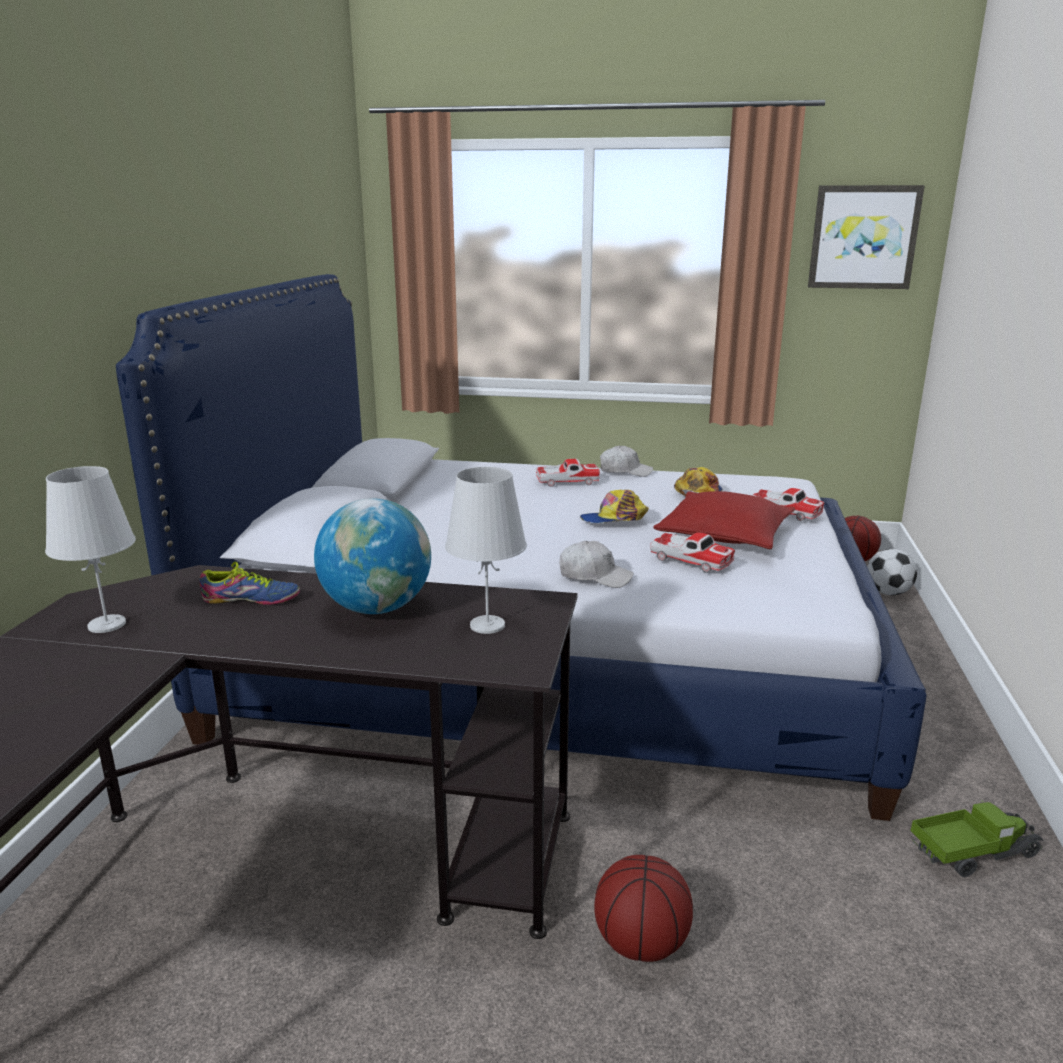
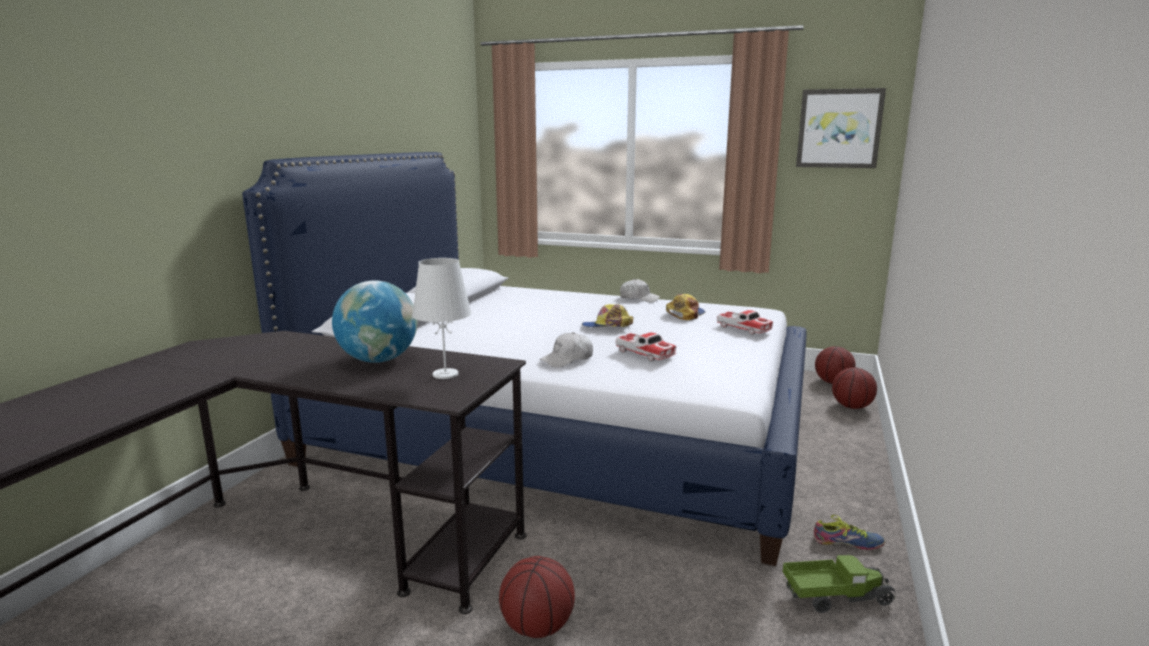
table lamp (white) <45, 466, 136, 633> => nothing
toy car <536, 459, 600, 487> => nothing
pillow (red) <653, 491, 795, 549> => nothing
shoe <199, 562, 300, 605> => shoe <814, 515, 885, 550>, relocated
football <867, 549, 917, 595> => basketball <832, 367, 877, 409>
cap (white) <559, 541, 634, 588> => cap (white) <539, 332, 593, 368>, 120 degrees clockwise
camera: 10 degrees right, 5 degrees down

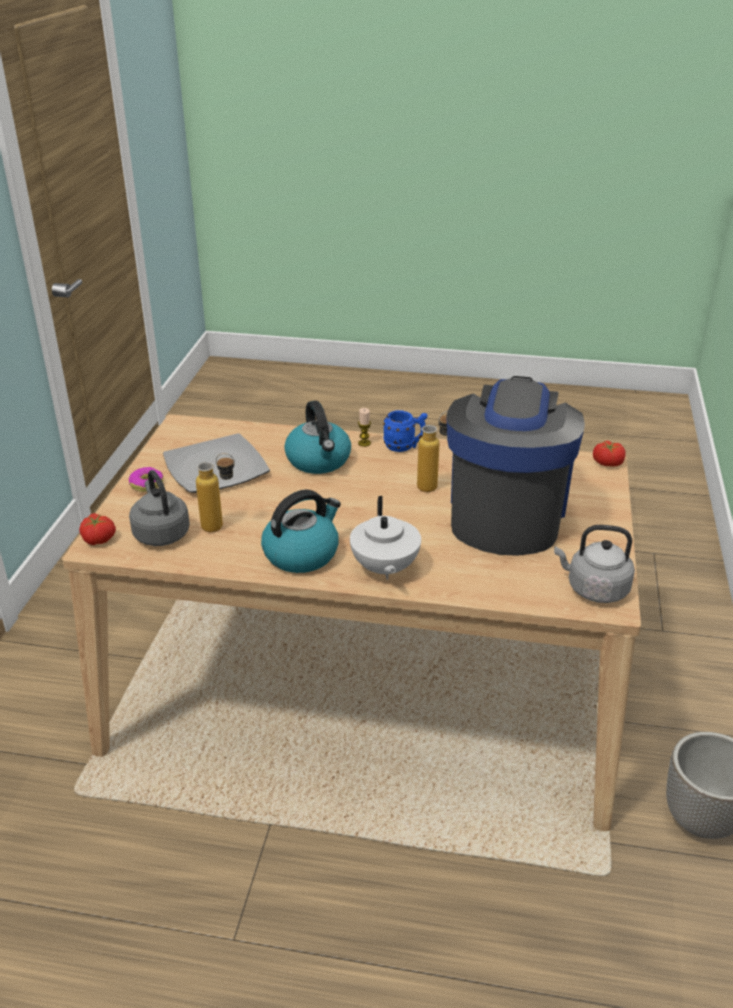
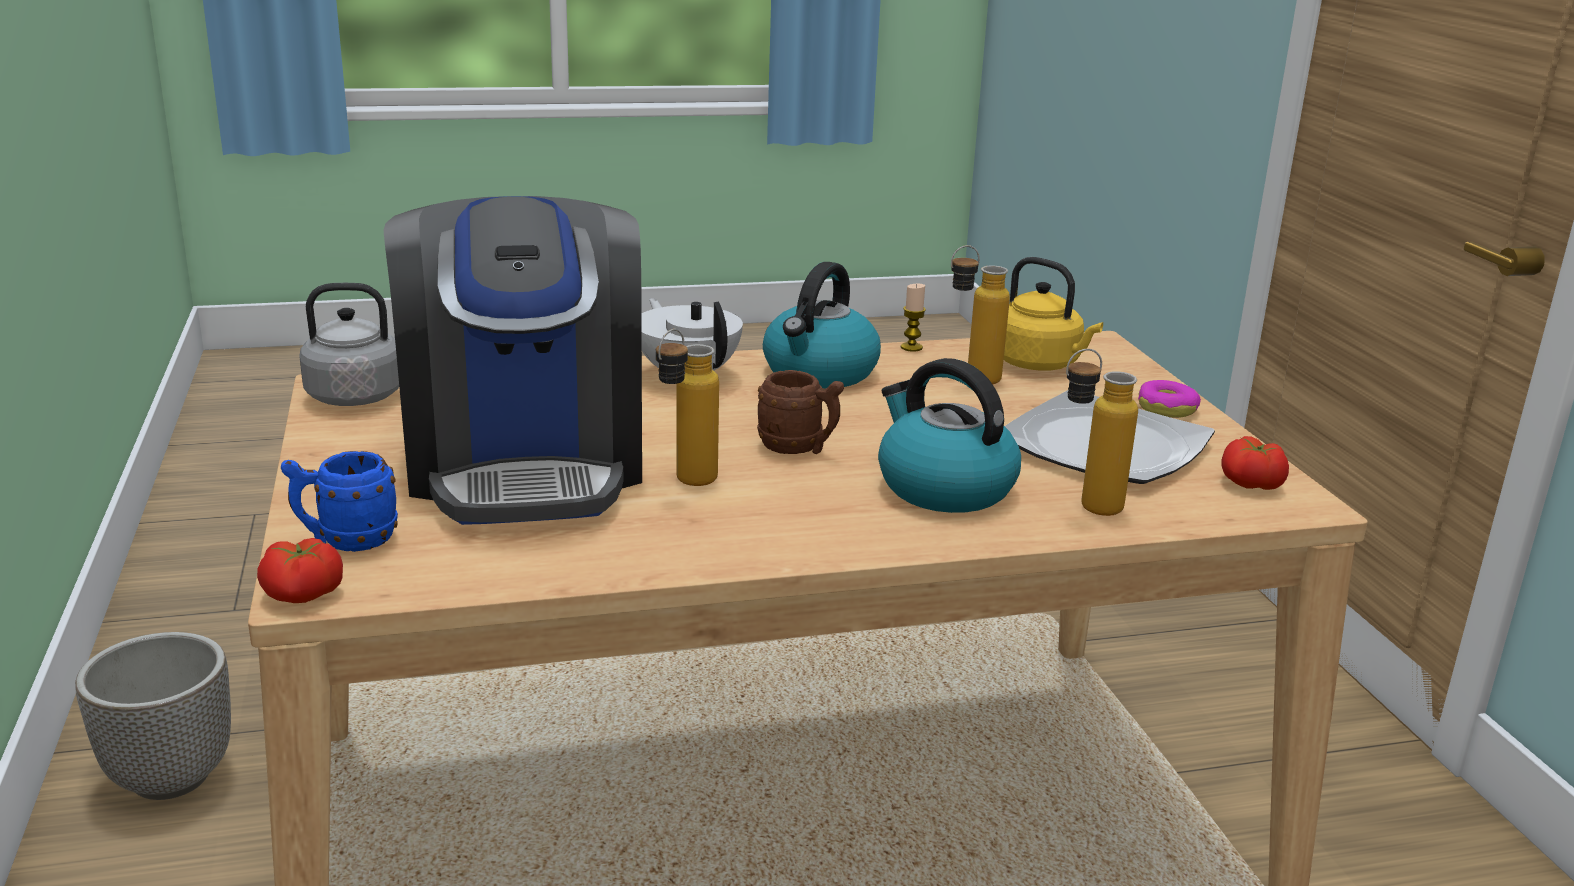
nothing => mug (brown) <757, 370, 844, 454>
nothing => bottle <1066, 349, 1138, 516>
tomato <79, 513, 116, 545> => tomato <1222, 436, 1289, 490>, relocated
candle <358, 408, 371, 447> => candle <901, 284, 926, 352>, relocated
mug (blue) <383, 410, 428, 452> => mug (blue) <281, 451, 398, 552>, relocated
kettle (grey) <129, 470, 190, 546> => kettle (yellow) <1004, 257, 1103, 371>
camera: 155 degrees right, 10 degrees down

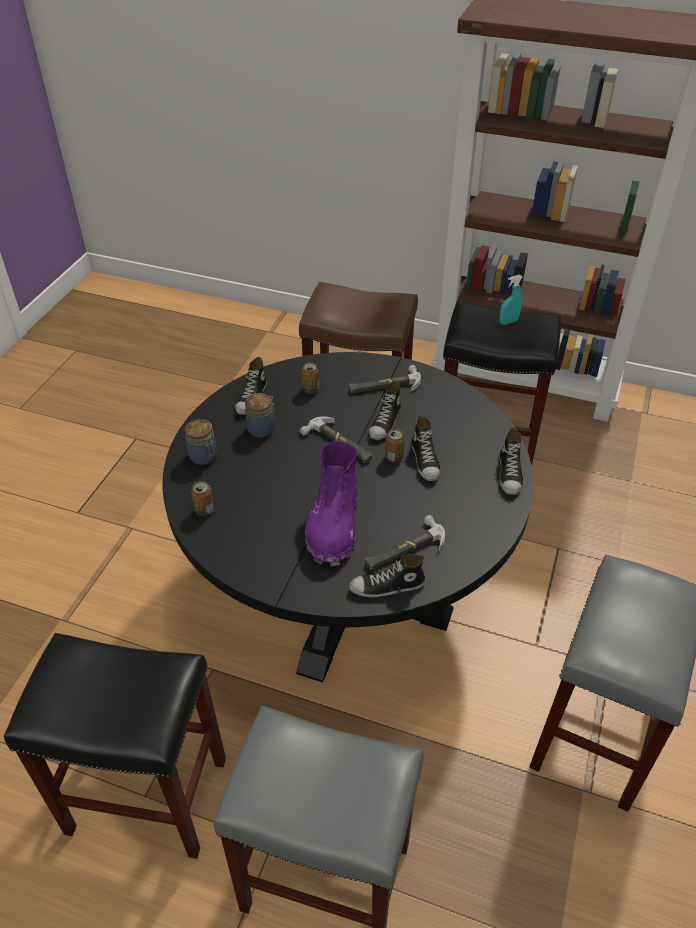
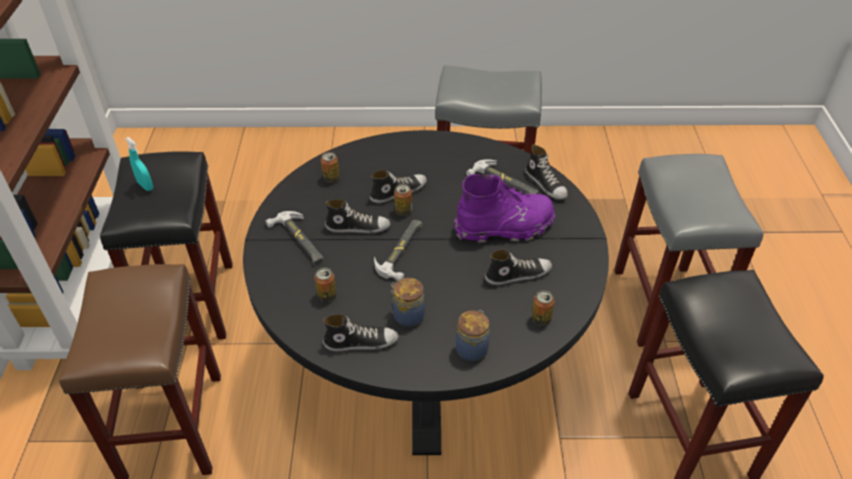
nothing => can <321, 152, 340, 183>
shoe <499, 427, 523, 495> => shoe <485, 250, 552, 285>, relocated
camera: 110 degrees left, 0 degrees up

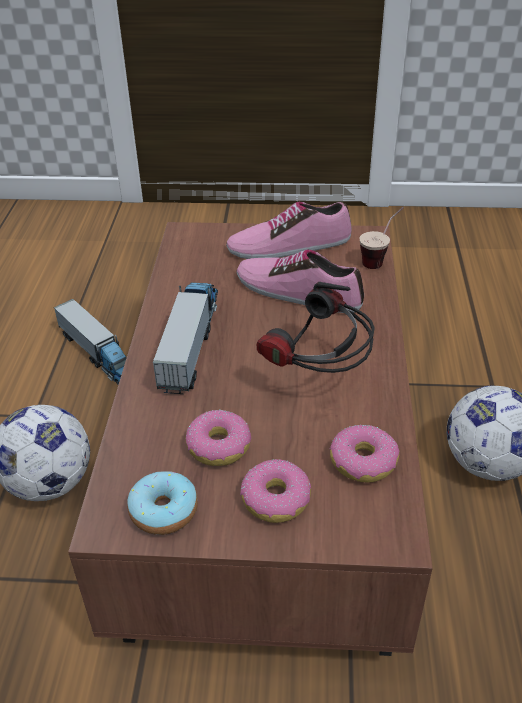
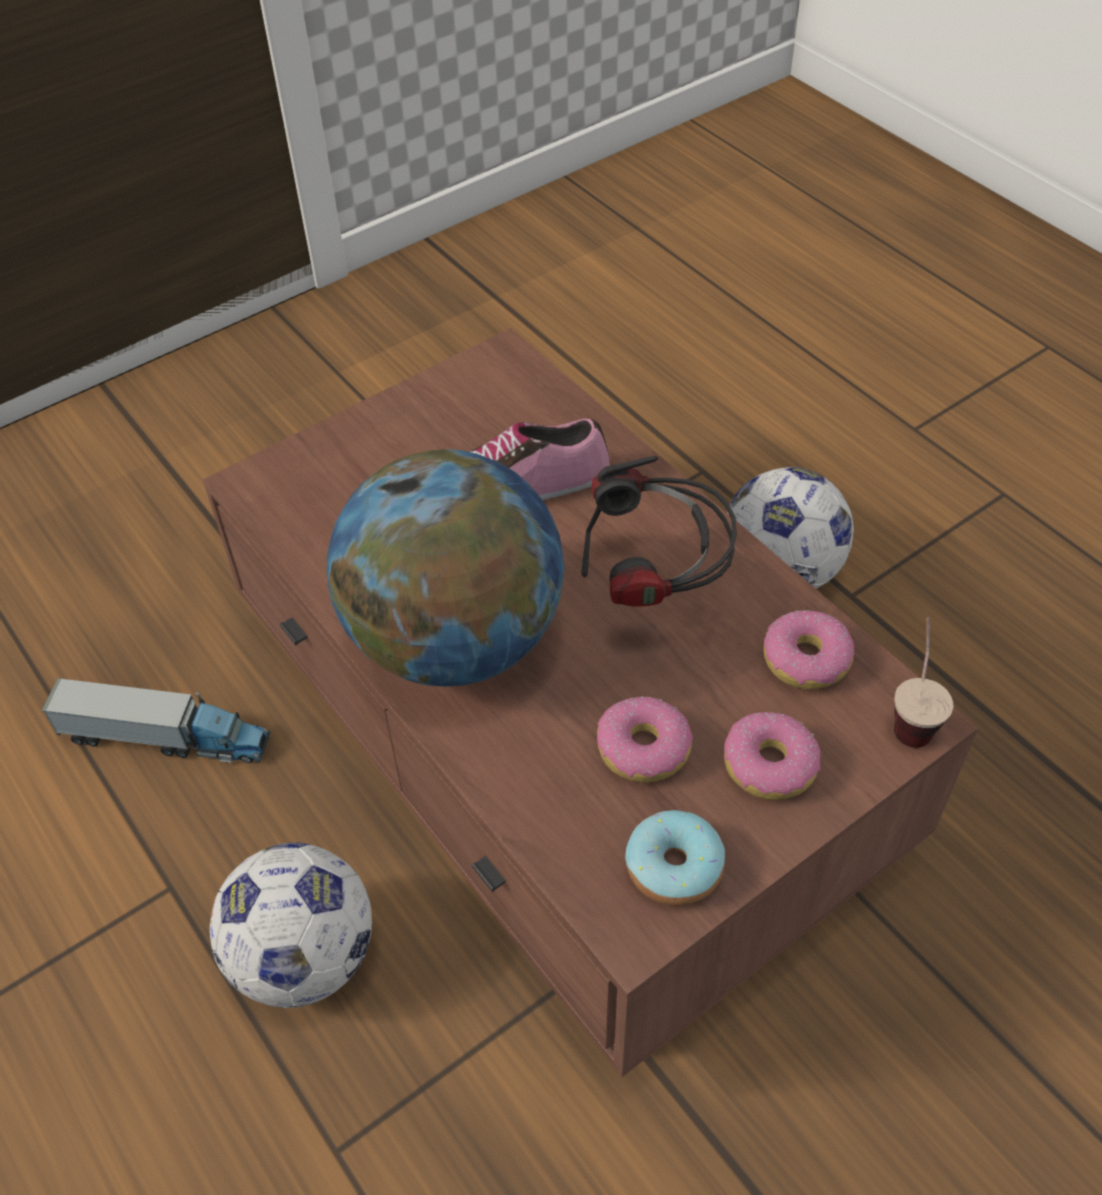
shoe <226, 202, 352, 259> => nothing
cup <360, 207, 404, 269> => cup <894, 617, 953, 748>, relocated
toy truck <152, 282, 218, 394> => globe <327, 449, 564, 687>
camera: 40 degrees left, 10 degrees up

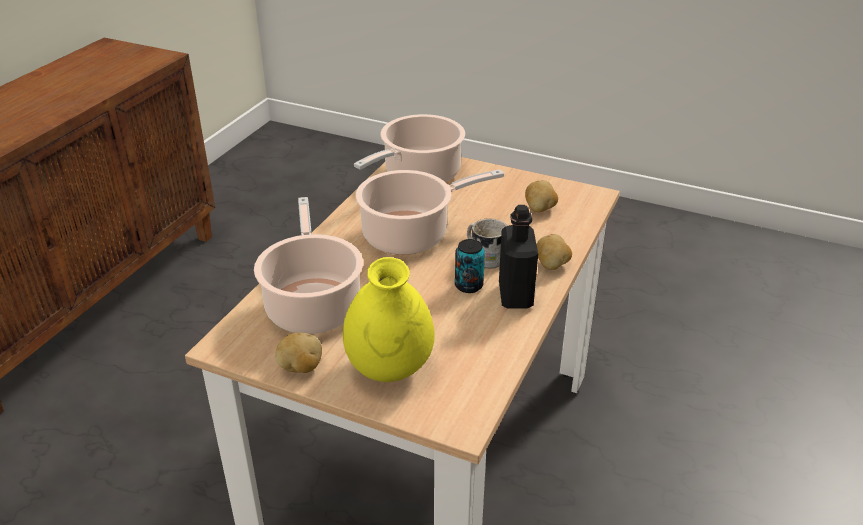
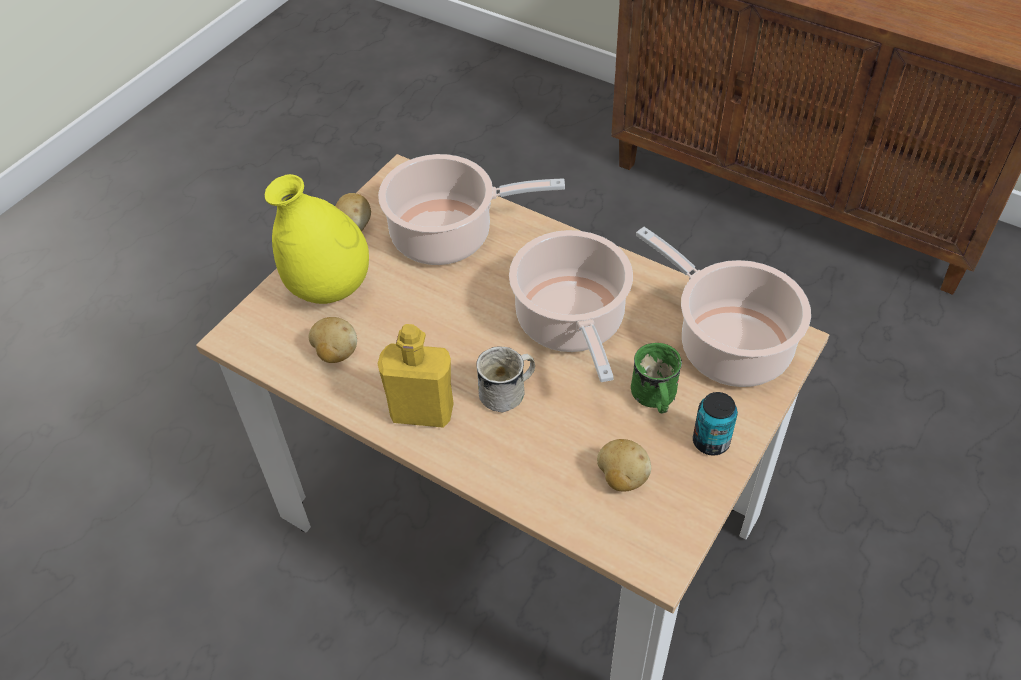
nothing => mug (green) <631, 343, 682, 413>
can <455, 239, 485, 293> => can <693, 392, 738, 456>, relocated
potato <537, 234, 572, 270> => potato <309, 317, 357, 363>, relocated
bottle (black) <499, 205, 538, 309> => bottle (yellow) <378, 324, 454, 428>
camera: 100 degrees right, 15 degrees up

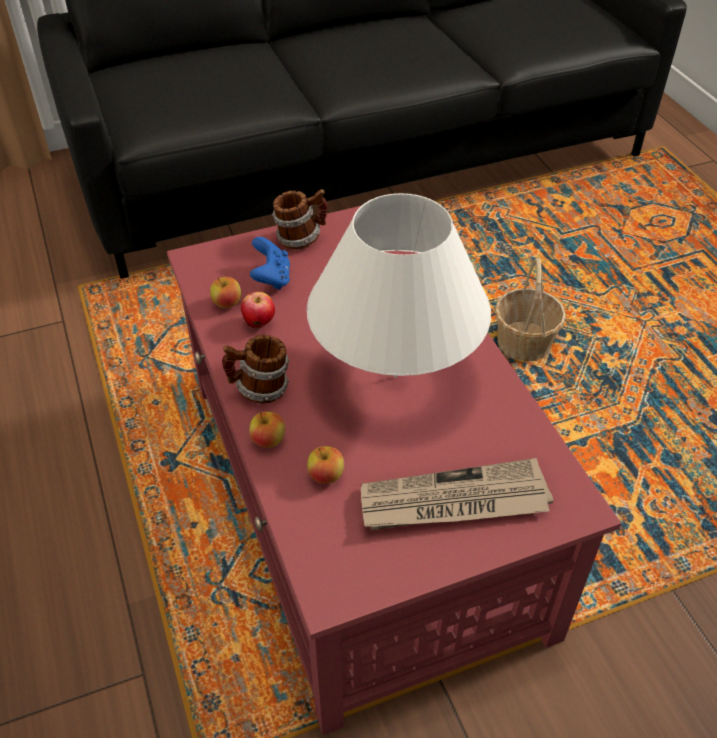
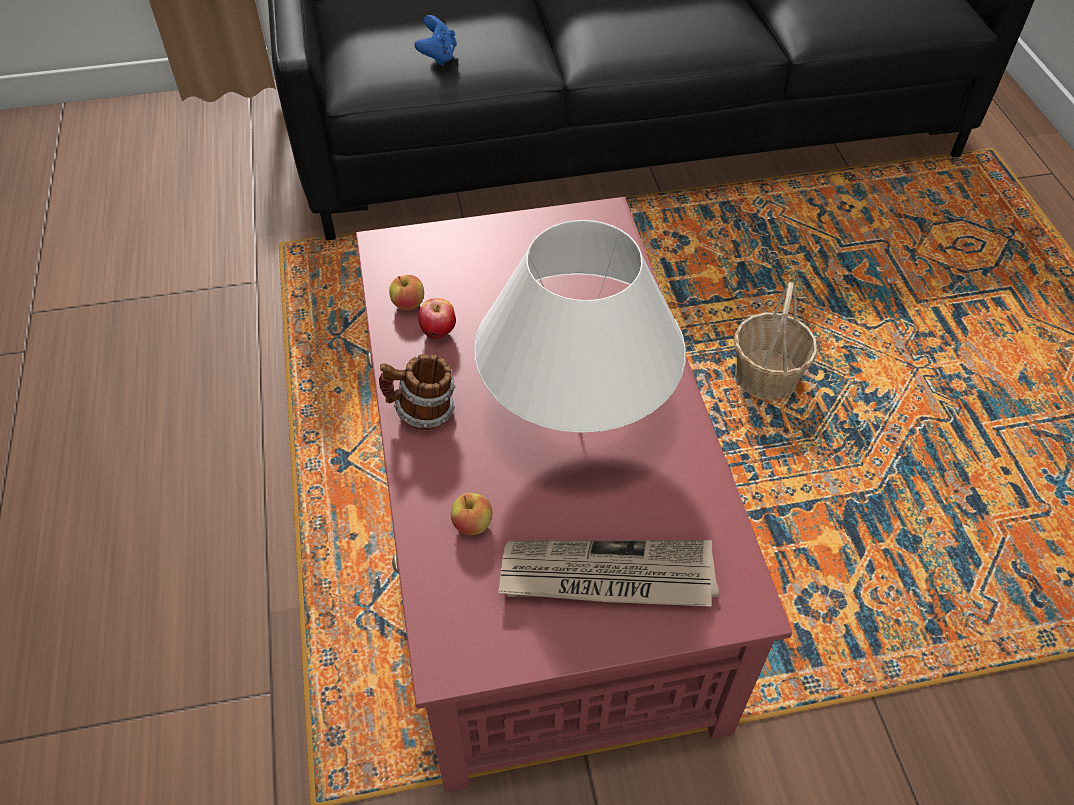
apple <249, 412, 285, 448> => nothing
mug <272, 189, 328, 250> => nothing
game controller (blue) <250, 237, 290, 290> => game controller (blue) <414, 15, 457, 66>, relocated
camera: 10 degrees right, 5 degrees up

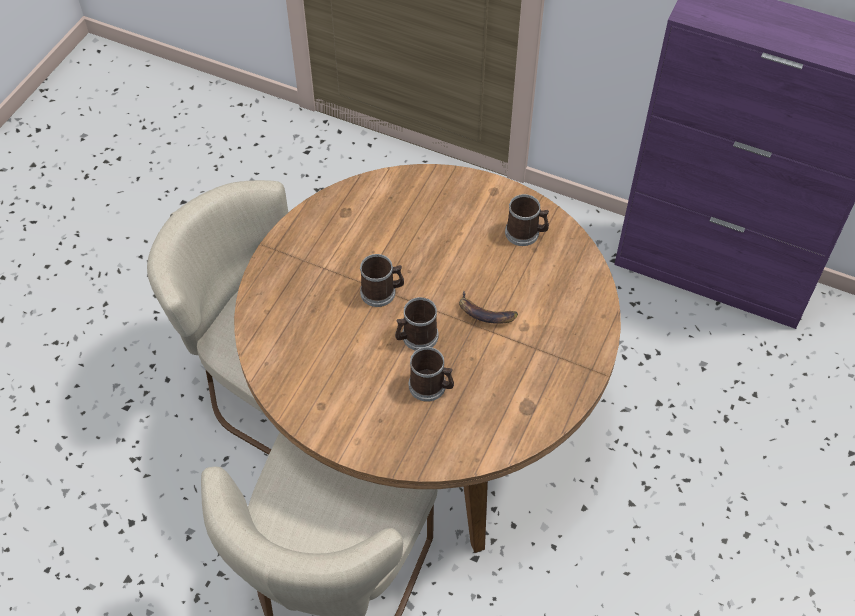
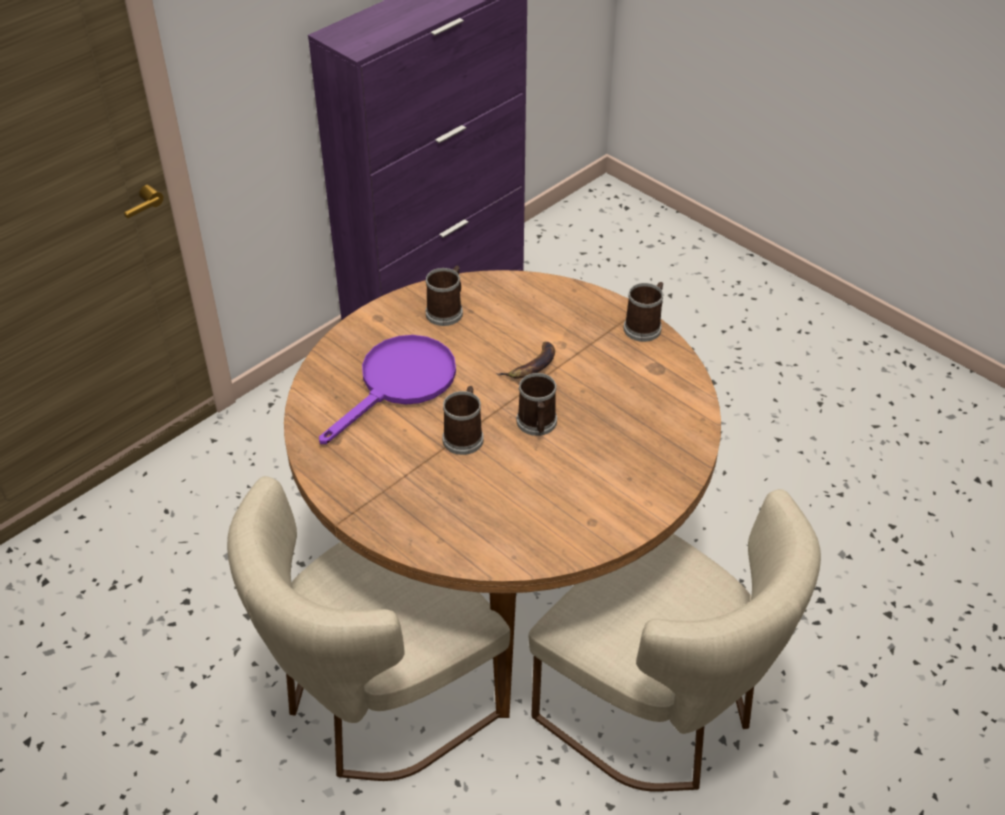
nothing => frying pan (purple) <319, 335, 456, 444>
mug <409, 347, 454, 402> => mug <624, 282, 664, 342>, relocated
camera: 70 degrees left, 10 degrees down

